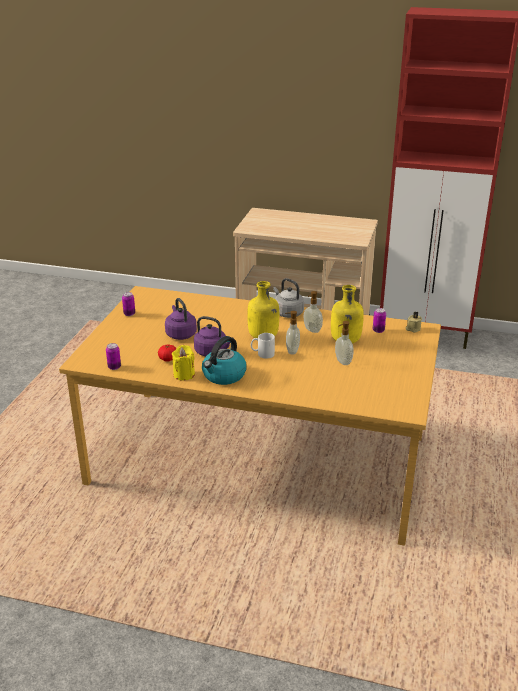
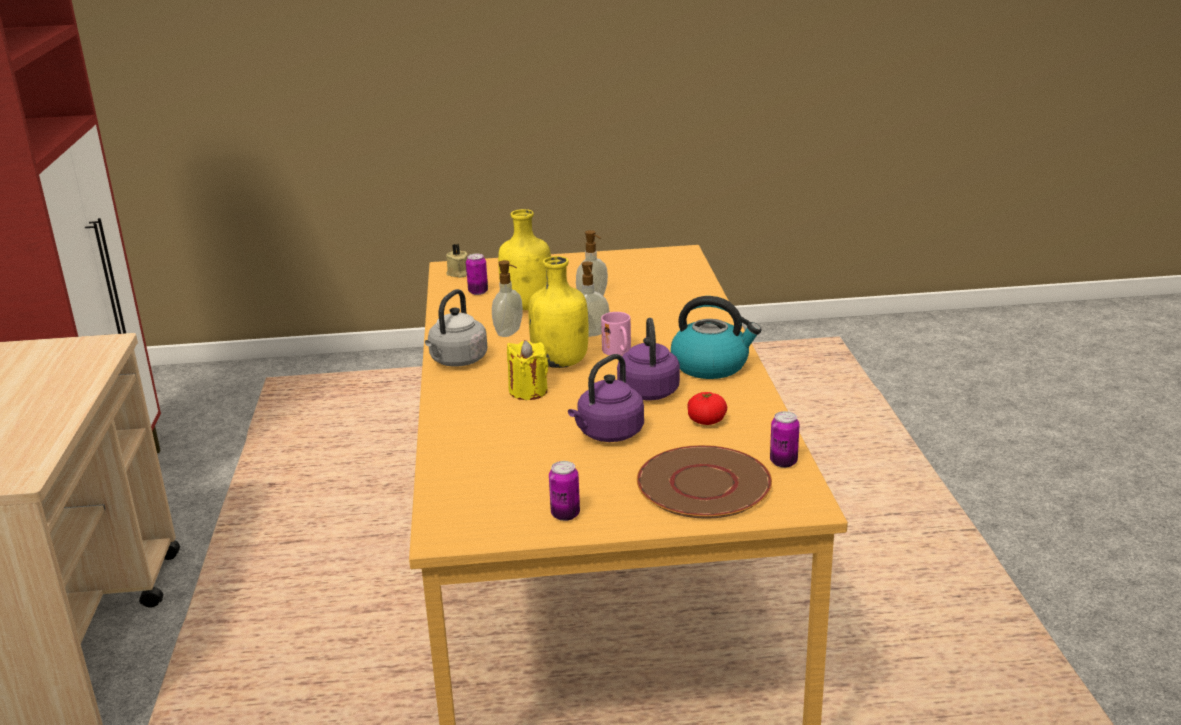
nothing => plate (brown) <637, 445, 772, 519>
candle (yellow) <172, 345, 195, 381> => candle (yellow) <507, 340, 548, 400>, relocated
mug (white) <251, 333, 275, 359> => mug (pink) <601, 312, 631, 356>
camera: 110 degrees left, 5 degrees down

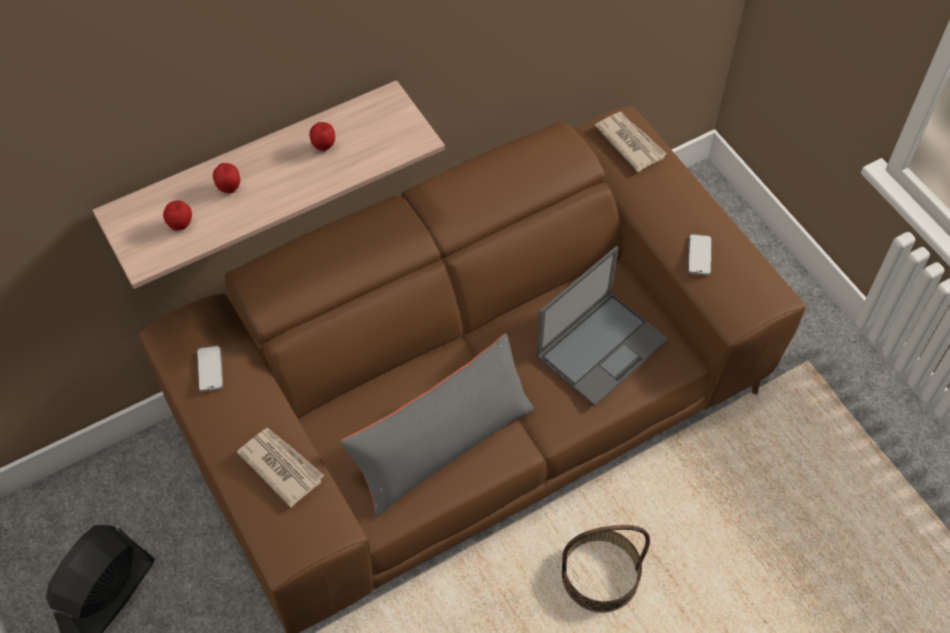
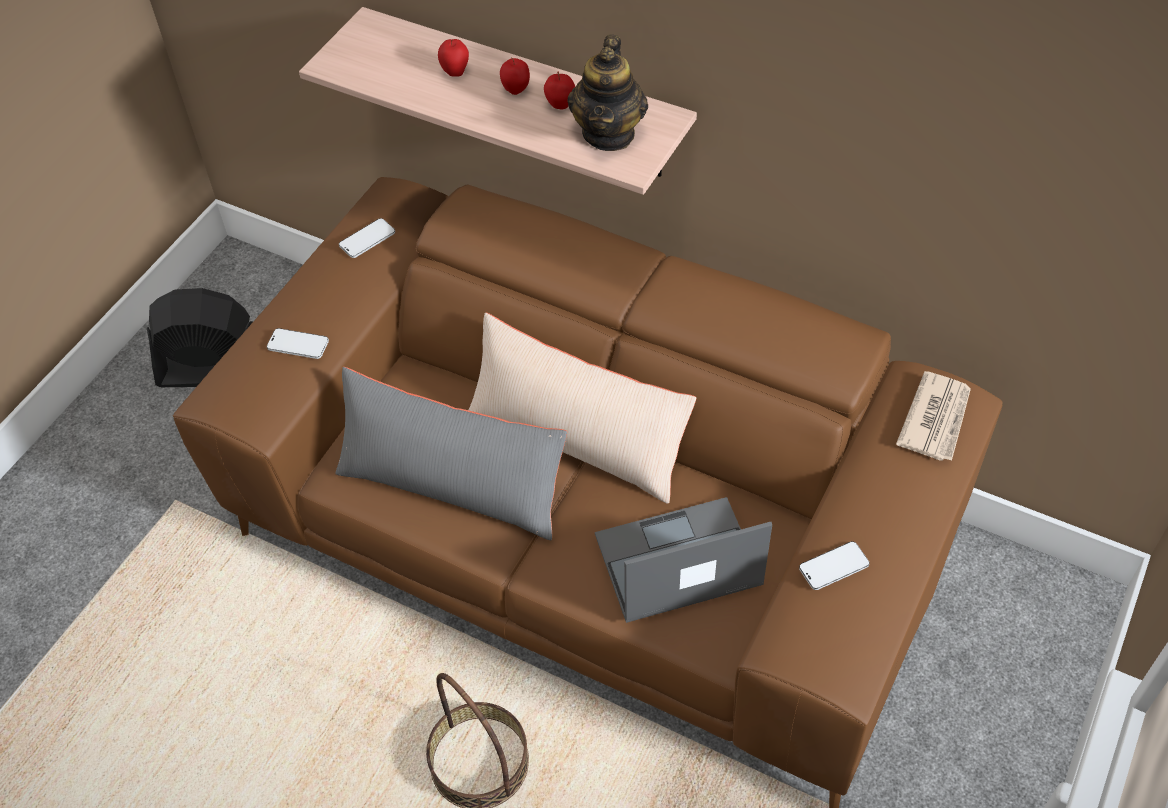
nothing => pillow (beige) <469, 313, 697, 503>
nothing => teapot <567, 35, 648, 151>
apple <163, 201, 192, 231> => apple <500, 57, 530, 95>, relocated
newspaper <237, 428, 324, 507> => phone <267, 328, 329, 359>
laptop <536, 246, 668, 406> => laptop <595, 497, 772, 623>, 150 degrees clockwise
camera: 60 degrees right, 5 degrees down

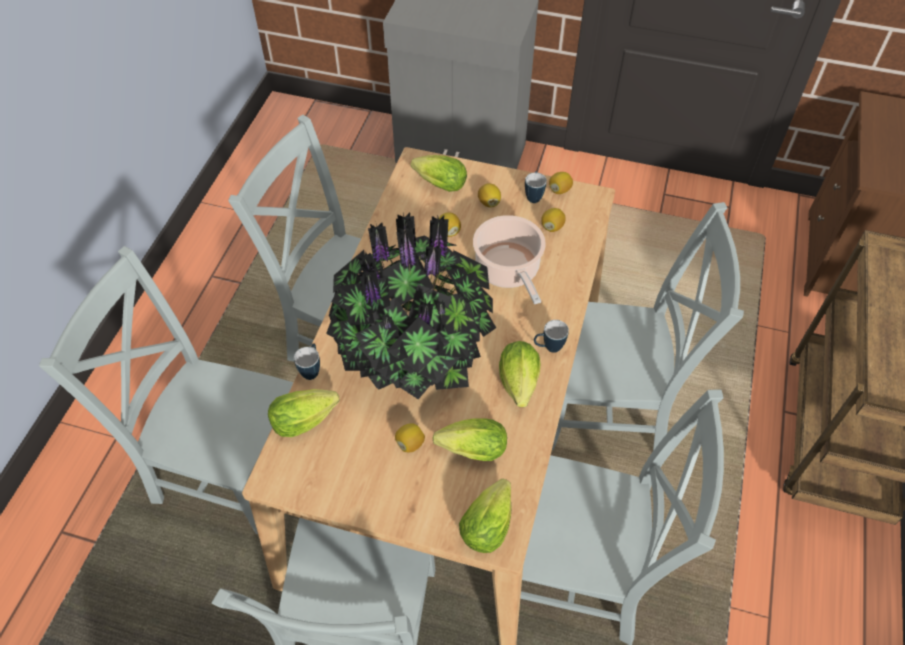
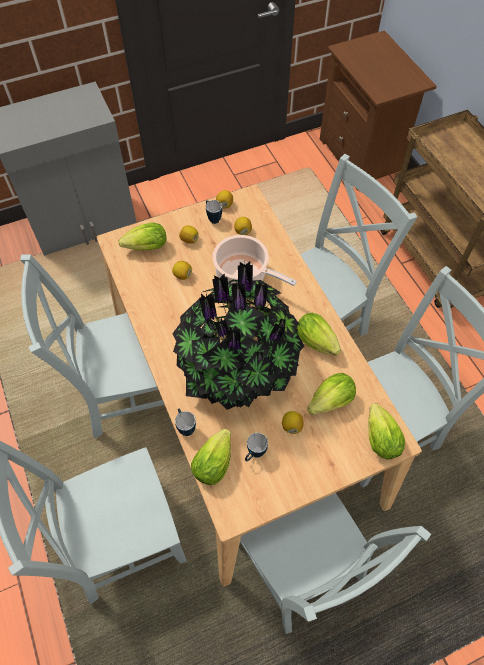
mug <534, 320, 569, 353> => mug <245, 433, 268, 461>, relocated
camera: 40 degrees left, 5 degrees up

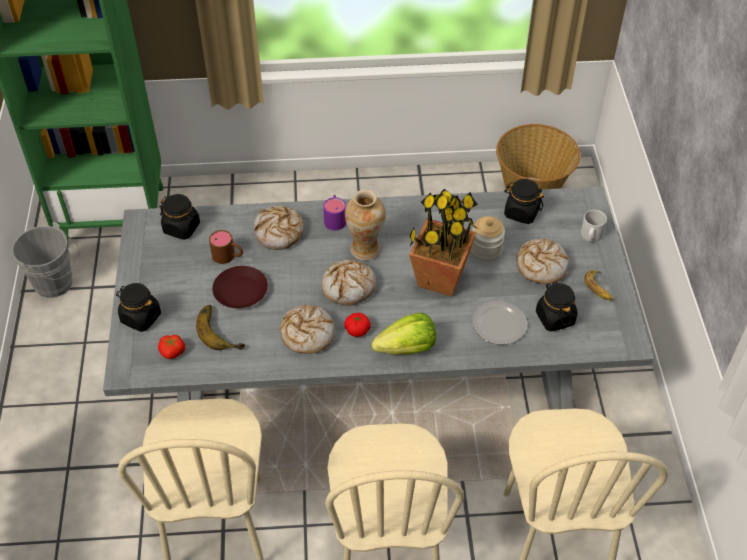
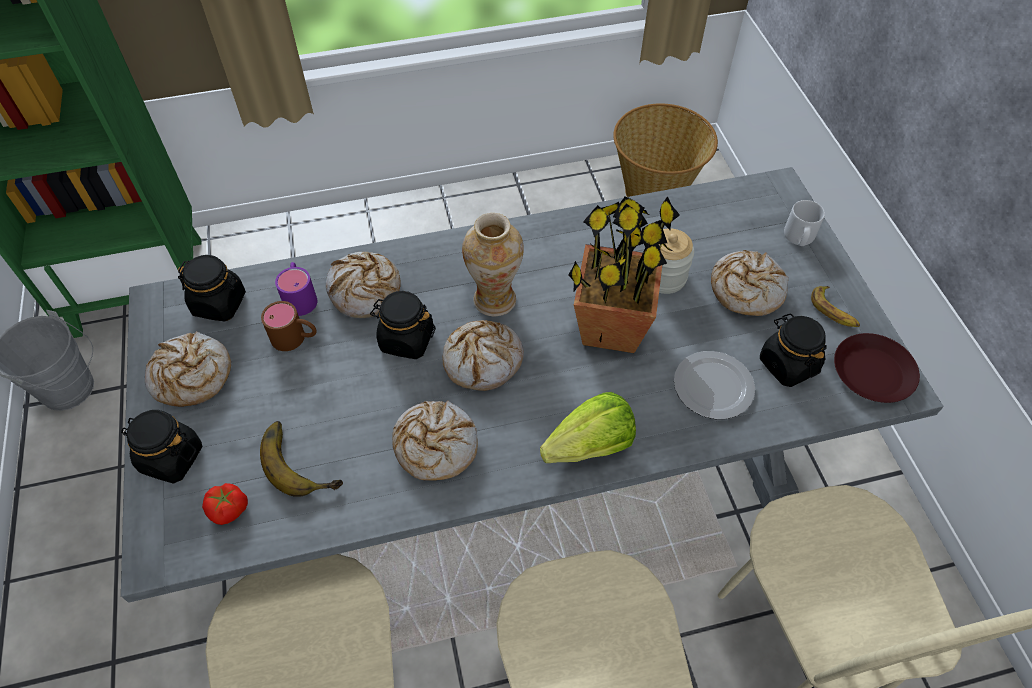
tomato <344, 313, 370, 337> => nothing
nothing => bread <145, 331, 231, 407>
plate (brown) <212, 266, 268, 308> => plate (brown) <834, 333, 920, 403>, relocated
mug (purple) <323, 195, 346, 230> => mug (purple) <275, 262, 317, 316>, relocated
jar (black) <504, 179, 544, 224> => jar (black) <370, 291, 436, 359>, relocated
camera: 10 degrees left, 5 degrees up

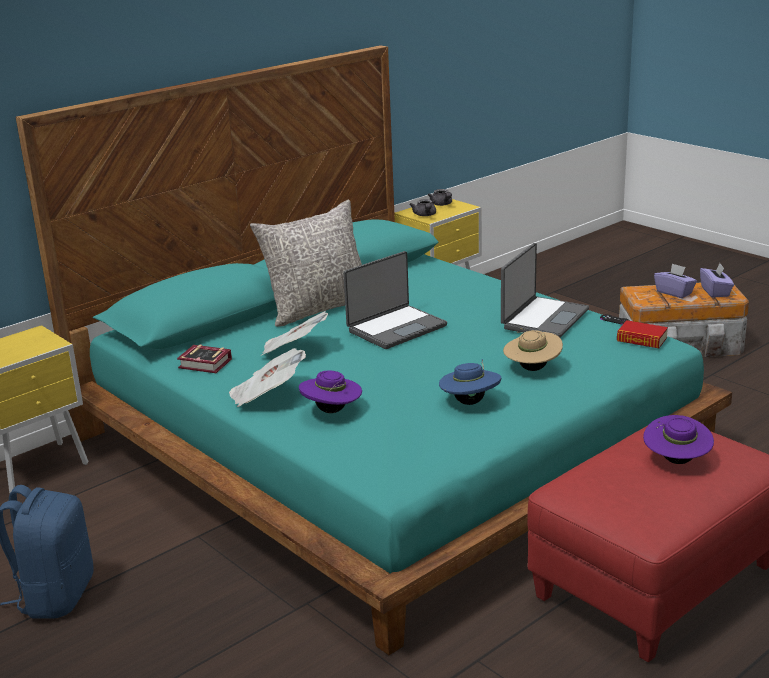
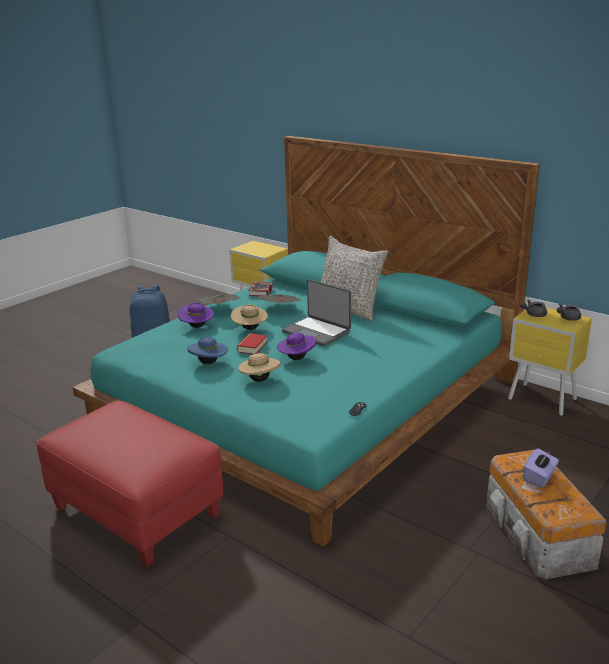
laptop <501, 243, 589, 337> => nothing
tissue box (purple) <700, 263, 734, 298> => nothing
nothing => hat (beige) <231, 304, 268, 330>
book <617, 320, 668, 348> => book <237, 333, 267, 354>, relocated
hat (purple) <643, 415, 714, 464> => hat (purple) <277, 330, 316, 360>, relocated
camera: 80 degrees right, 0 degrees up

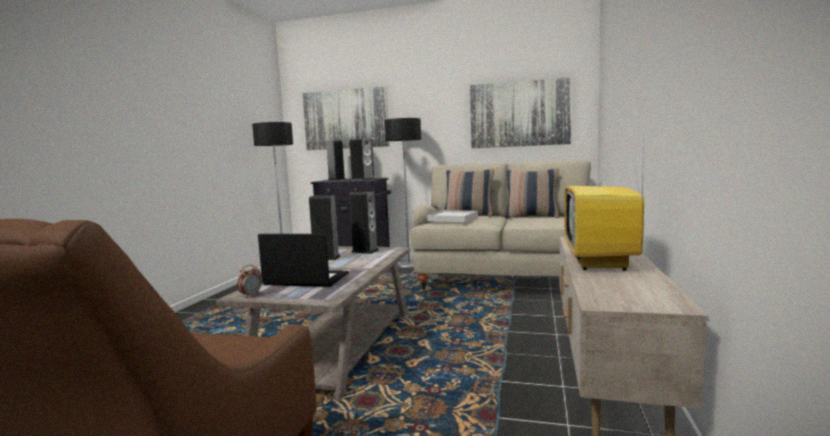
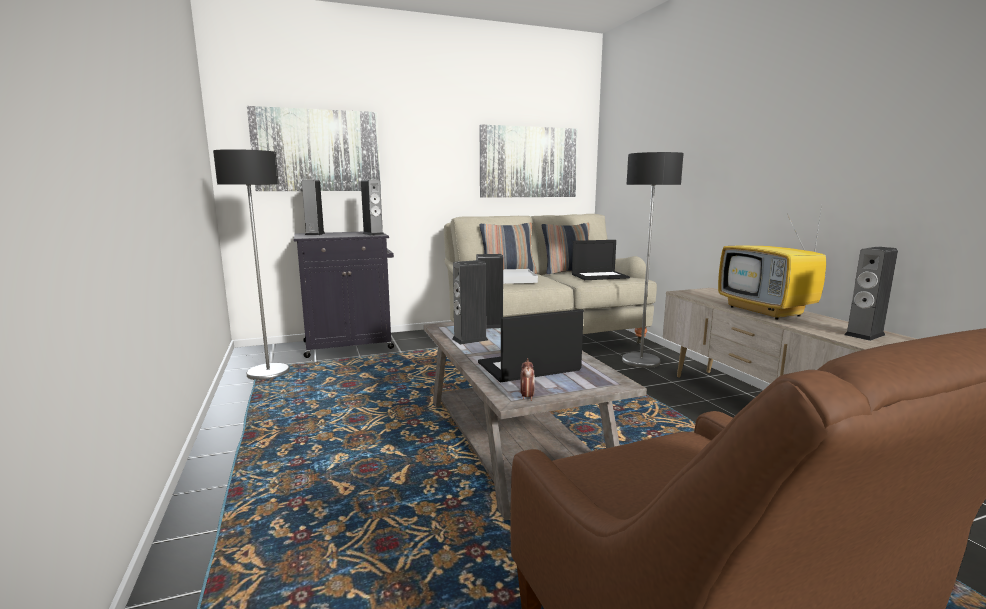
nothing => laptop <572, 240, 630, 280>
speaker <350, 139, 364, 179> => speaker <844, 247, 898, 341>, relocated
floor lamp <385, 118, 421, 269> => floor lamp <622, 152, 684, 368>, relocated
camera: 35 degrees left, 5 degrees up

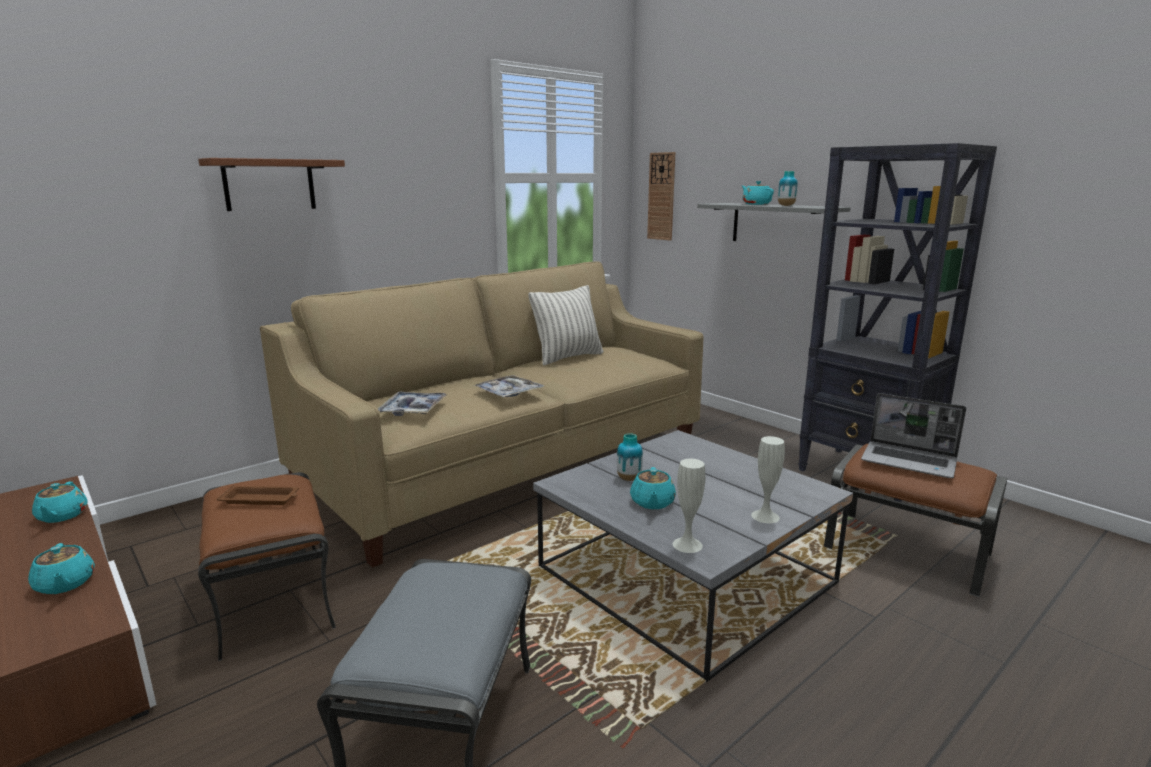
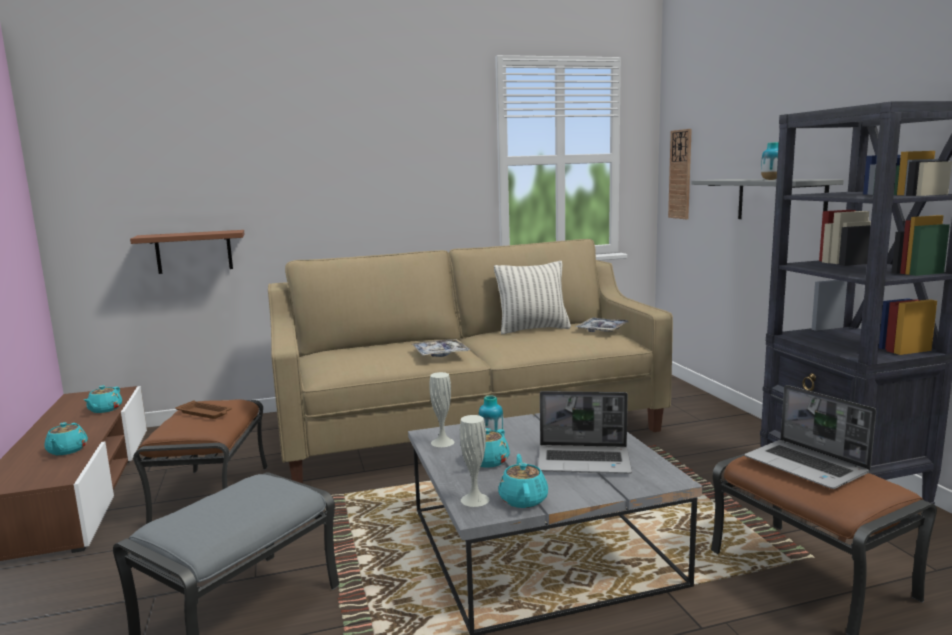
nothing => laptop <538, 391, 632, 474>
shelf (brown) <198, 158, 345, 211> => shelf (brown) <130, 230, 245, 274>, relocated
tray <377, 392, 448, 416> => tray <575, 317, 629, 332>, relocated
teapot (turquoise) <742, 181, 774, 205> => teapot (turquoise) <498, 454, 548, 508>, relocated
vase (white) <751, 436, 785, 523> => vase (white) <429, 372, 455, 447>, relocated
camera: 25 degrees right, 5 degrees down

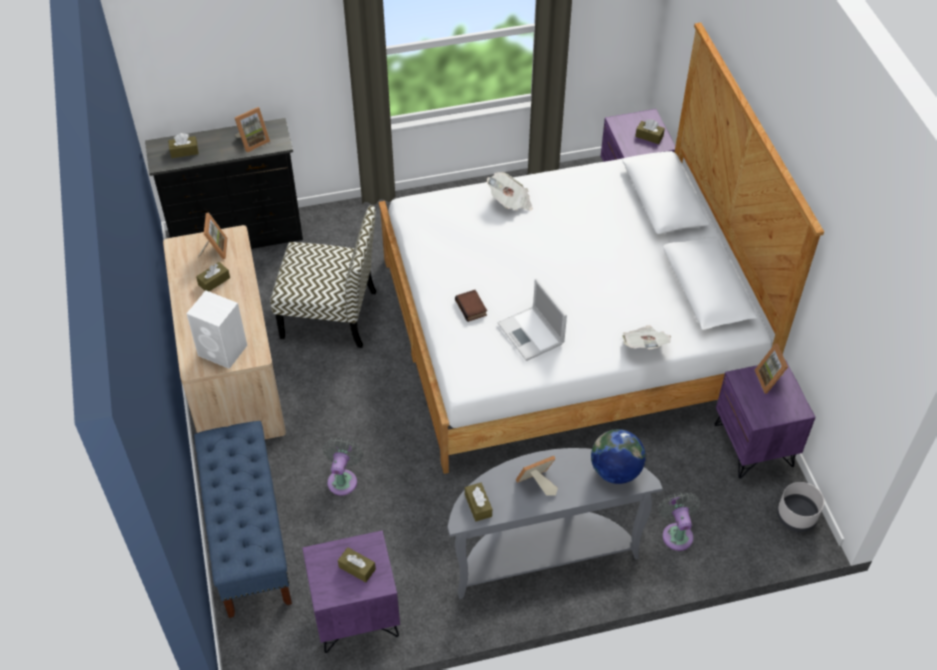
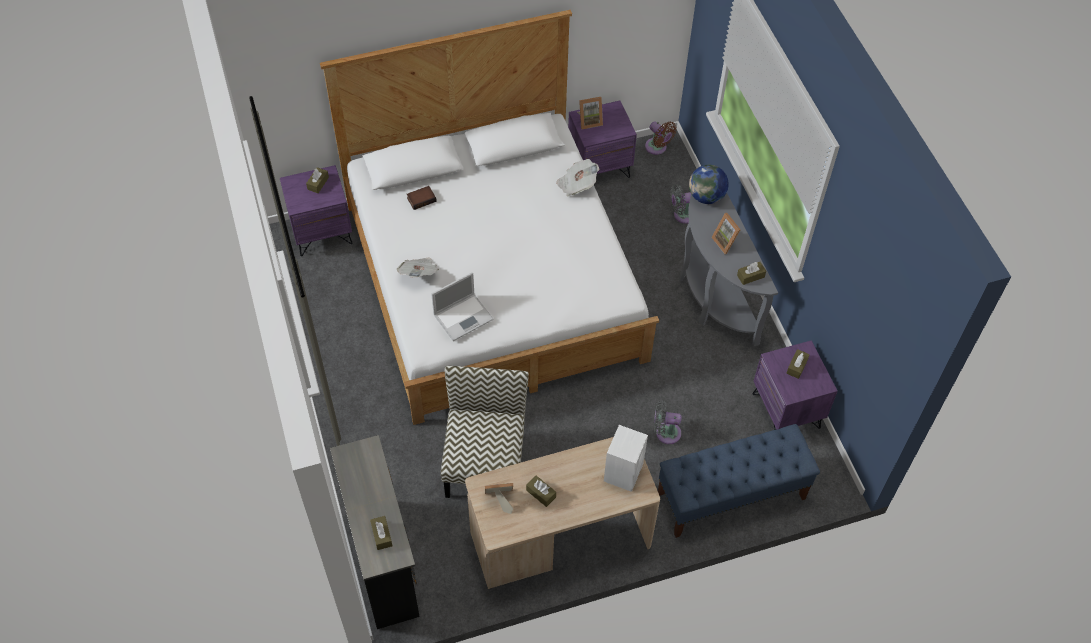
picture frame <235, 107, 270, 153> => nothing
book <455, 290, 487, 322> => book <407, 186, 437, 210>, relocated
laptop <497, 279, 567, 361> => laptop <431, 272, 494, 341>, relocated
planter (grey) <777, 482, 824, 532> => fan (brown) <645, 121, 677, 155>
camera: 95 degrees left, 5 degrees up

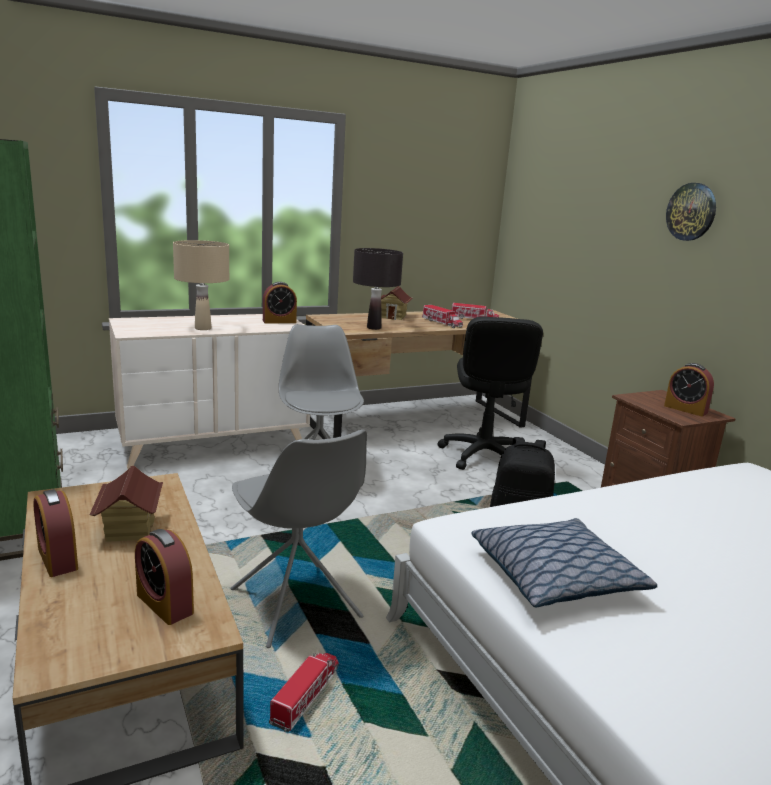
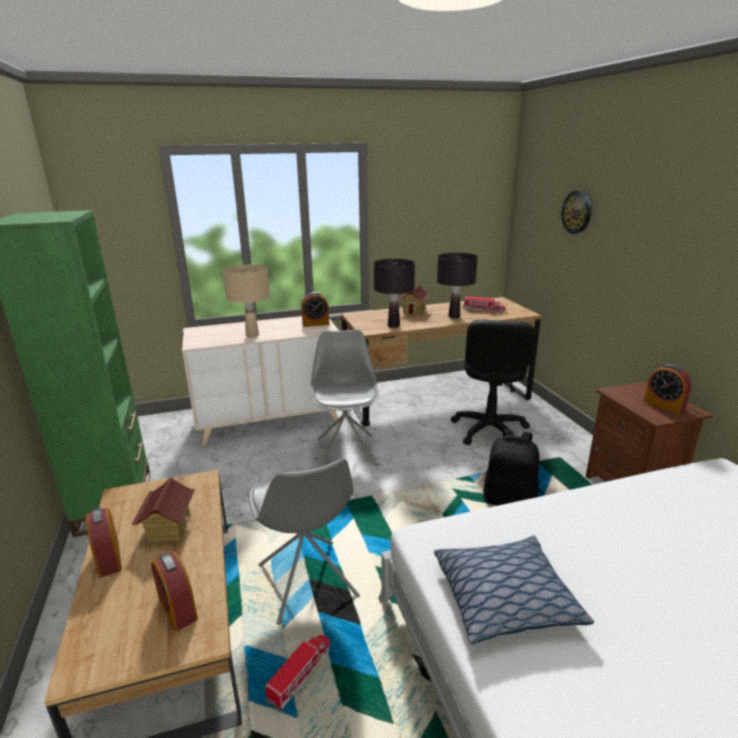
wall clock <666, 183, 716, 241> => wall clock <561, 191, 591, 234>, relocated
toy truck <422, 305, 463, 328> => table lamp (black) <437, 253, 478, 318>
camera: 10 degrees right, 5 degrees up

